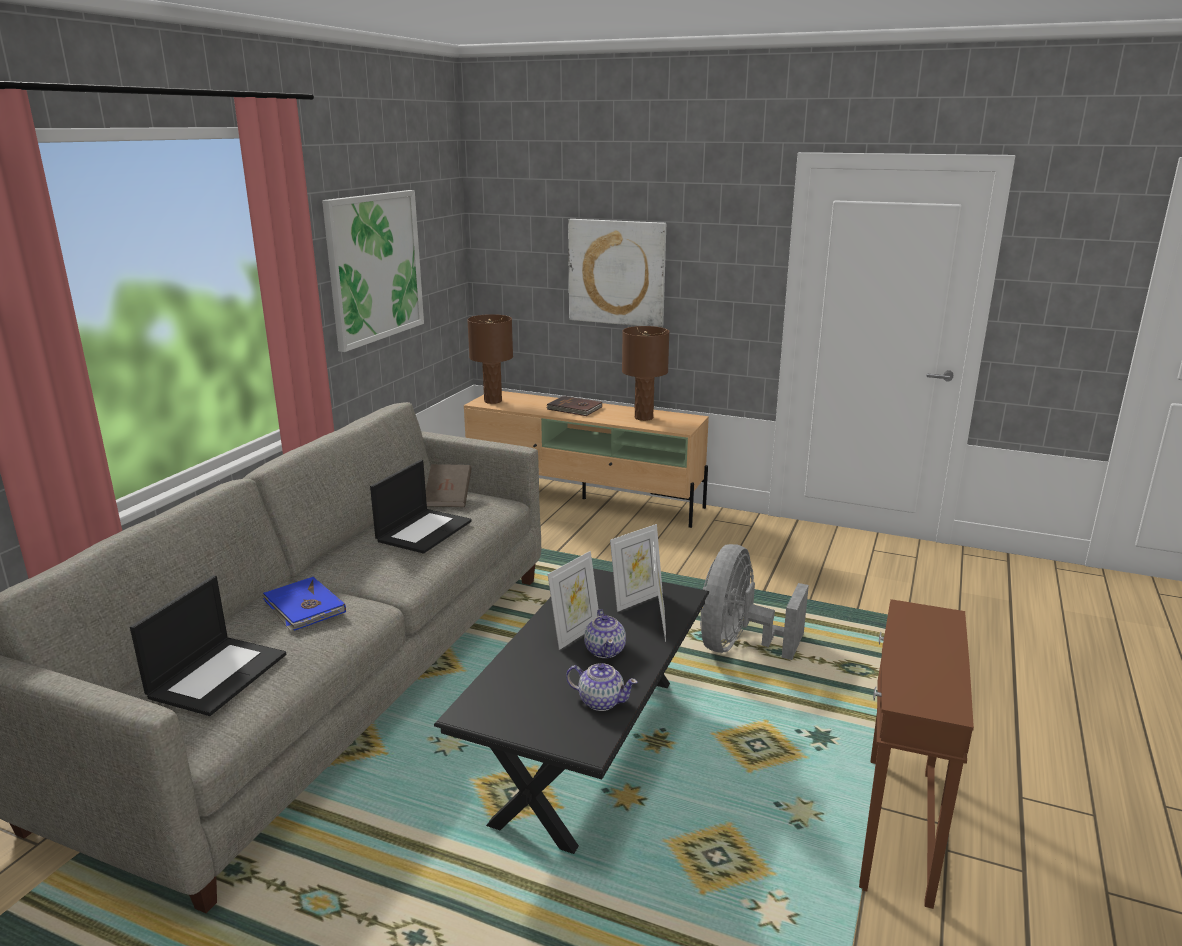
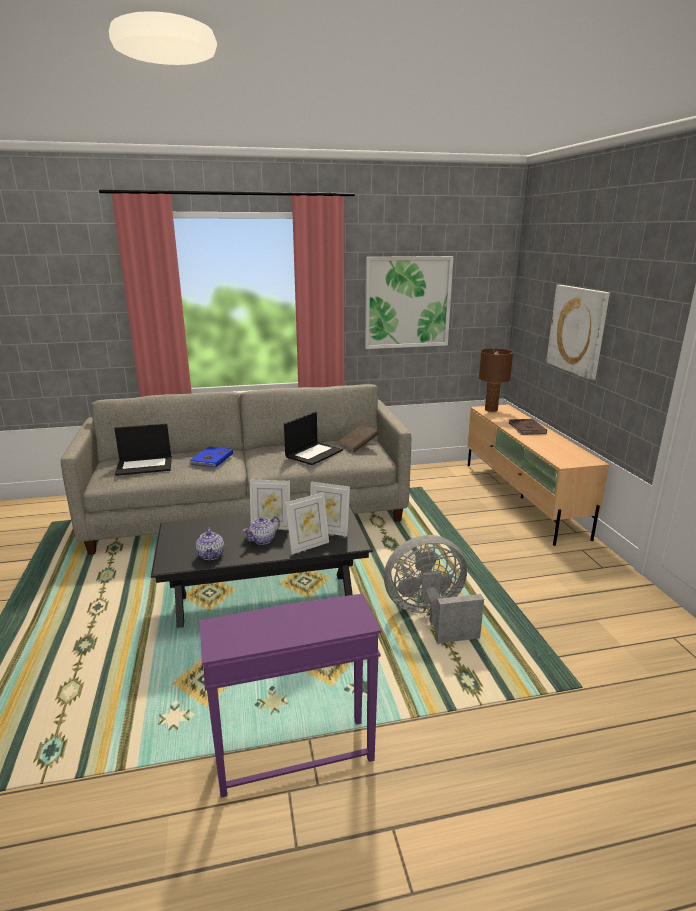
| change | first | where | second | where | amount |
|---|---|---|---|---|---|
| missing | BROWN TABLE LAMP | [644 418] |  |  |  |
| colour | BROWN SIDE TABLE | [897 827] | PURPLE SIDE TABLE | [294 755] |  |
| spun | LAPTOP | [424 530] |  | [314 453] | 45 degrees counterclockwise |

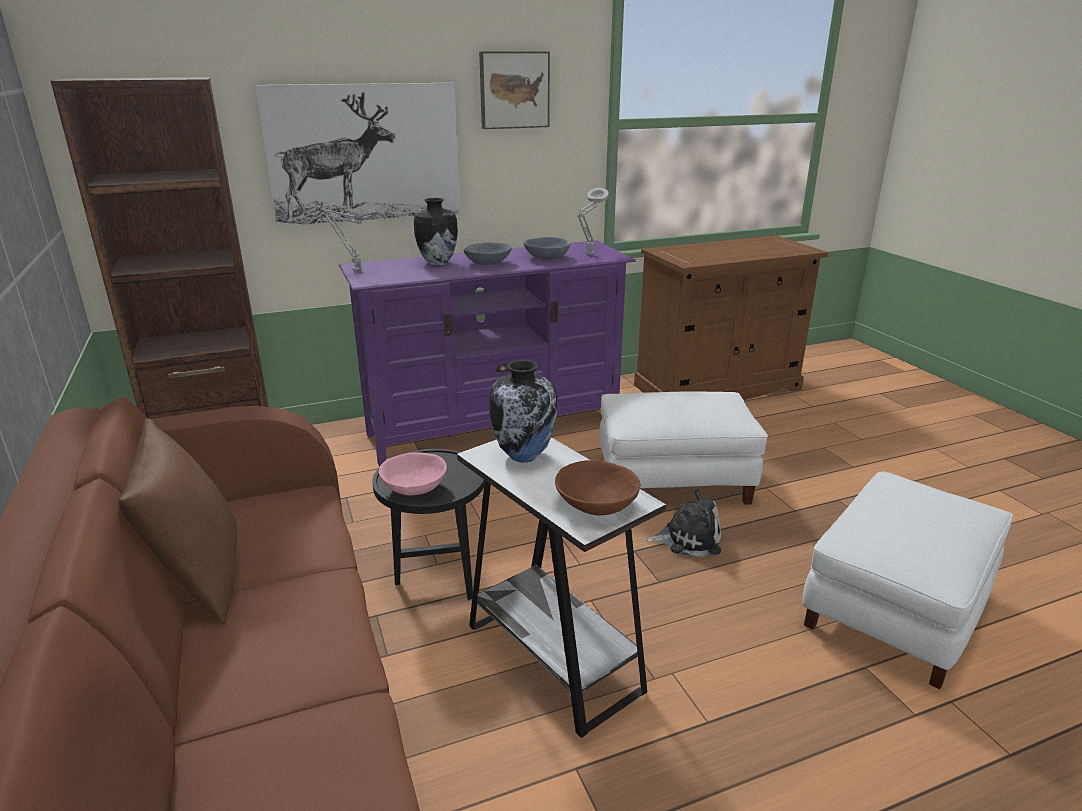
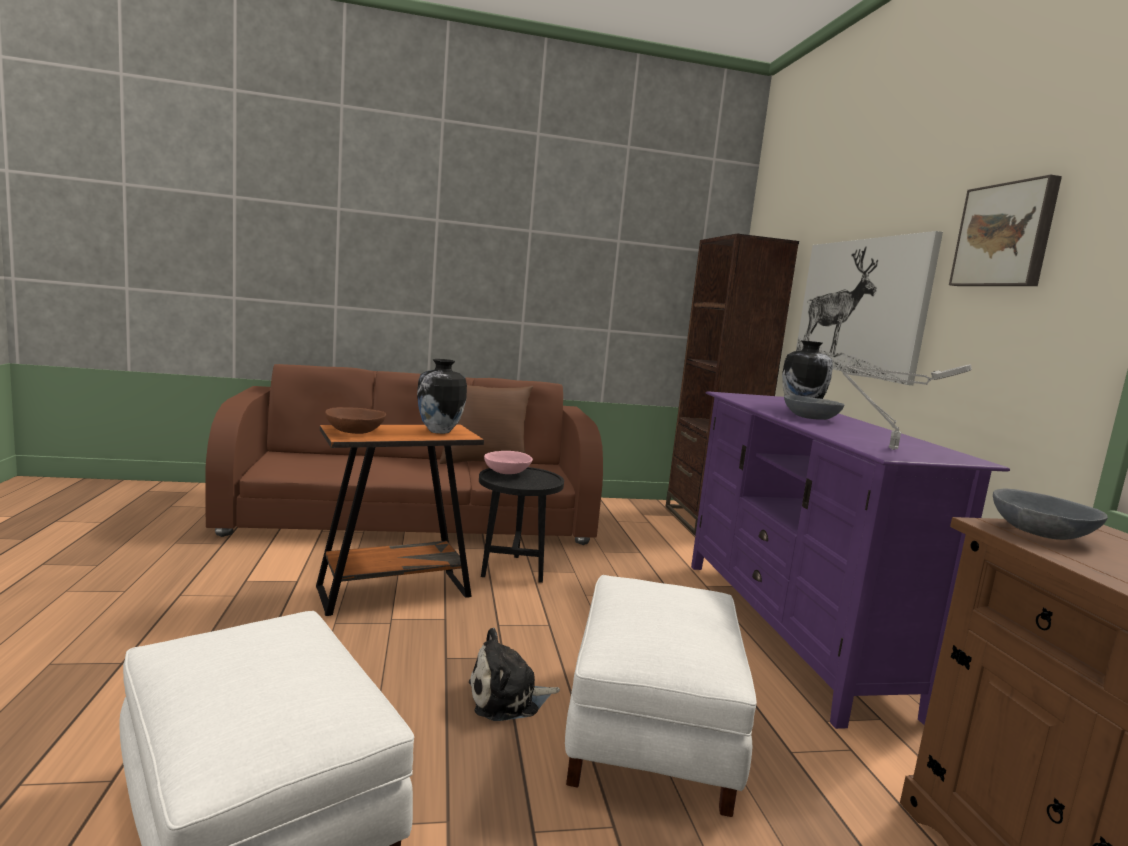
| change | first | where | second | where | amount |
|---|---|---|---|---|---|
| missing | GREY TABLE LAMP | [355 269] |  |  |  |
| relocated | GREY BOWL | [546 257] |  | [1041 533] |  |
| colour | WHITE SIDE TABLE | [553 657] | ORANGE SIDE TABLE | [394 592] |  |
| spun | PLUSH TOY | [688 538] |  | [508 698] | 60 degrees clockwise |

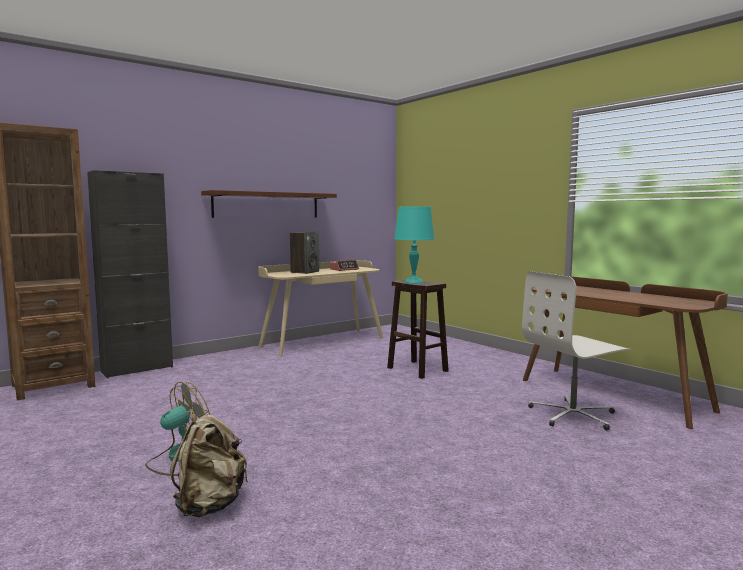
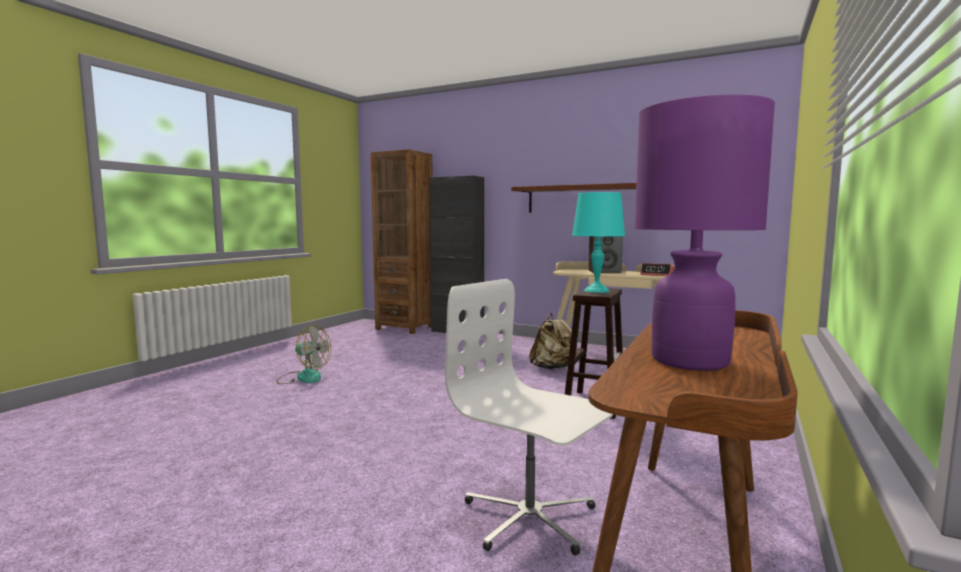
| change | first | where | second | where | amount |
|---|---|---|---|---|---|
| appeared |  |  | PURPLE TABLE LAMP | [690 361] |  |
| relocated | BEIGE BACKPACK | [210 505] |  | [553 368] |  |

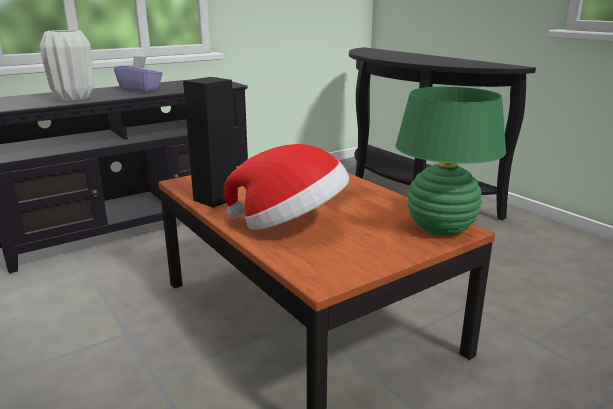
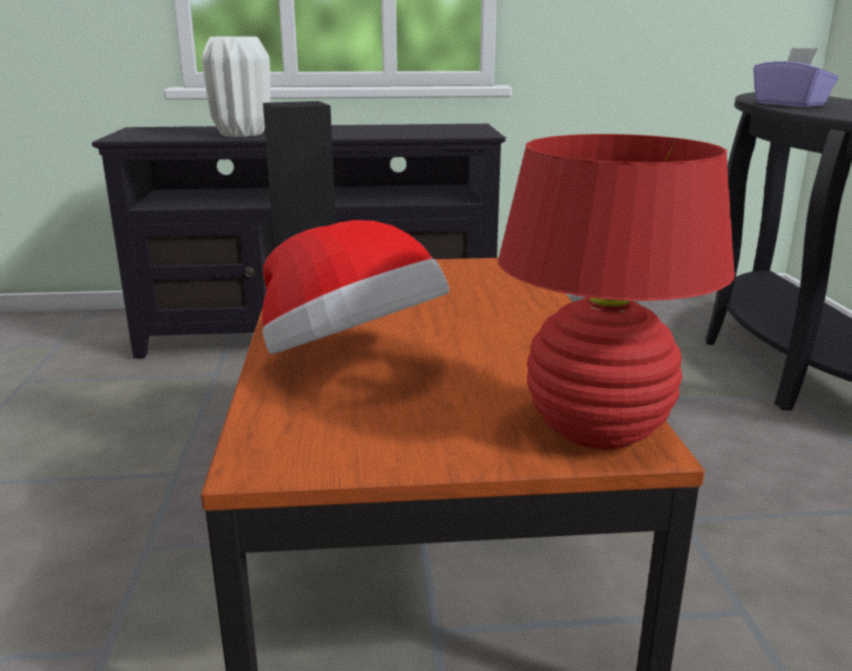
| change | first | where | second | where | amount |
|---|---|---|---|---|---|
| relocated | PURPLE TISSUE BOX | [140 89] |  | [790 104] |  |
| colour | GREEN TABLE LAMP | [440 228] | RED TABLE LAMP | [596 431] |  |

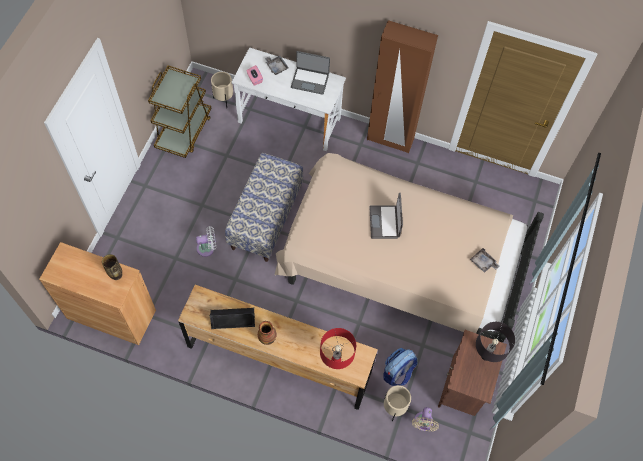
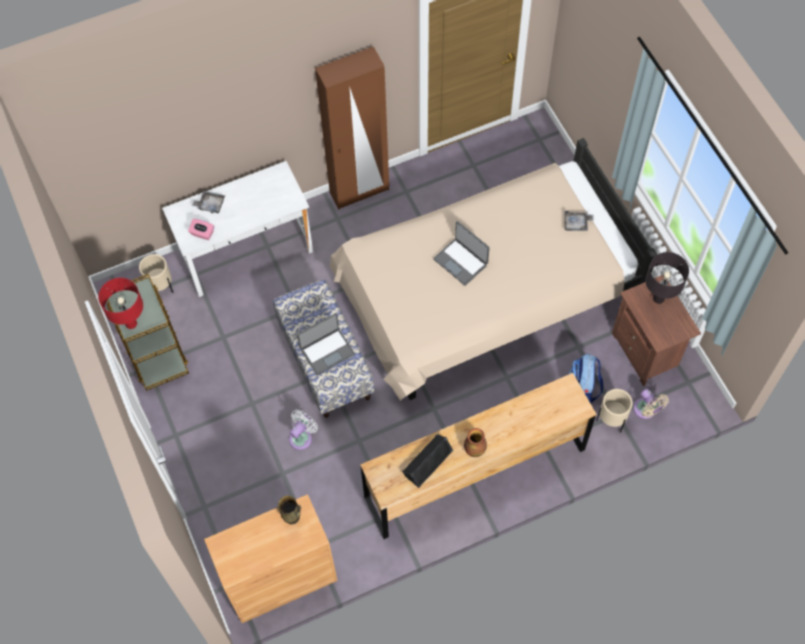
| change | first | where | second | where | amount |
|---|---|---|---|---|---|
| relocated | LAPTOP | [310 80] |  | [327 351] |  |
| relocated | RED TABLE LAMP | [335 362] |  | [131 324] |  |

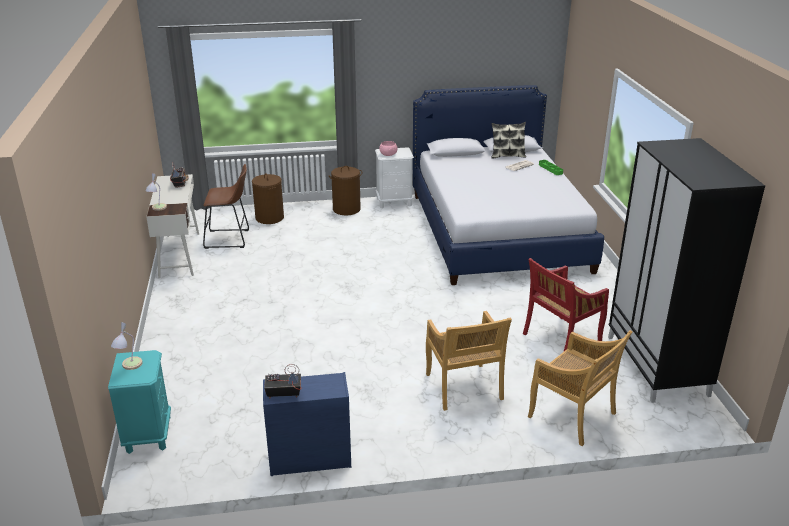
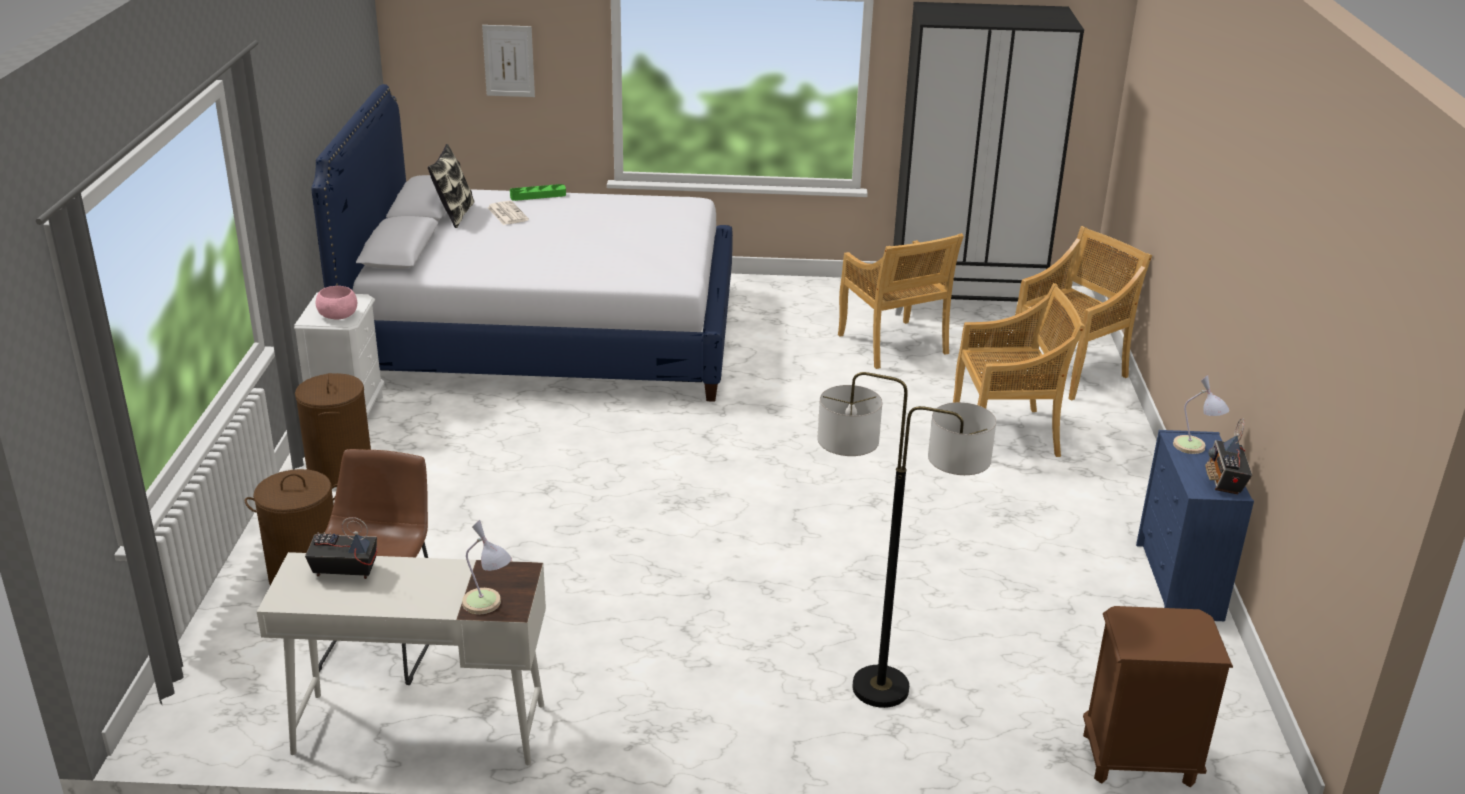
| change | first | where | second | where | amount |
|---|---|---|---|---|---|
| appeared |  |  | PICTURE | [508 61] |  |
| appeared |  |  | FLOOR LAMP | [880 688] |  |
| relocated | TABLE LAMP | [129 366] |  | [1196 448] |  |
| colour | TURQUOISE NIGHTSTAND | [148 434] | BROWN NIGHTSTAND | [1137 760] |  |
| colour | RED CHAIR | [561 338] | BEIGE CHAIR | [893 345] |  |

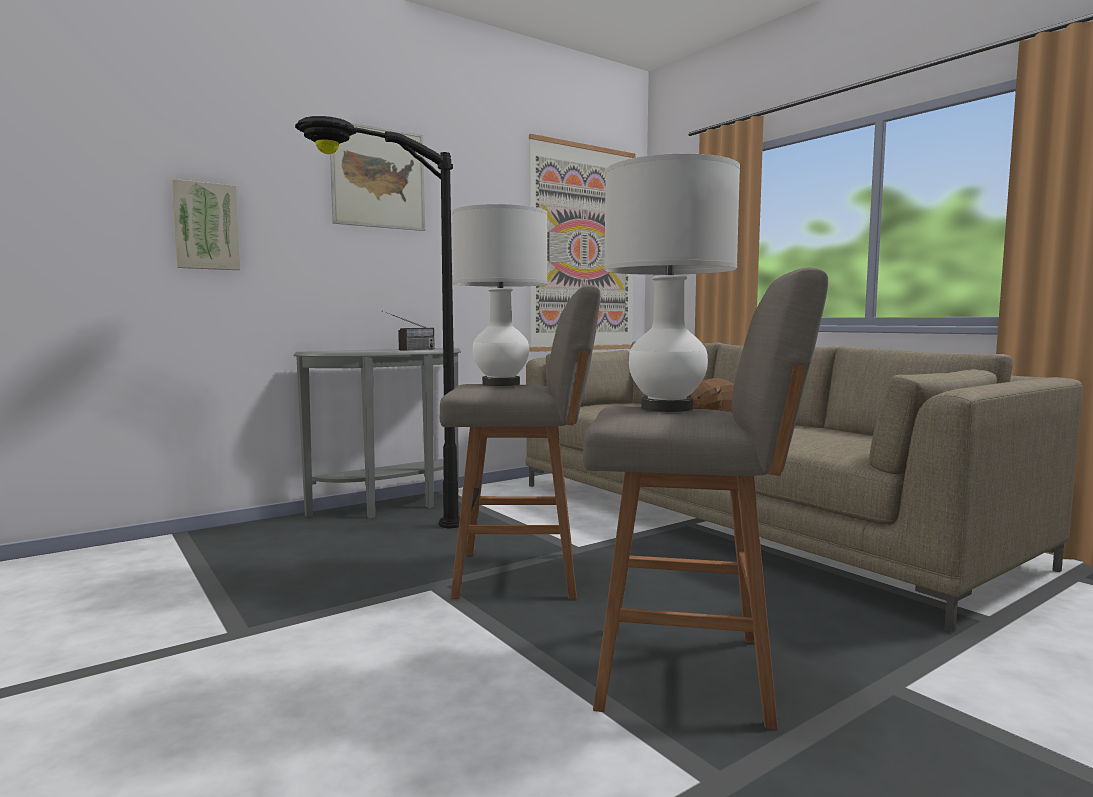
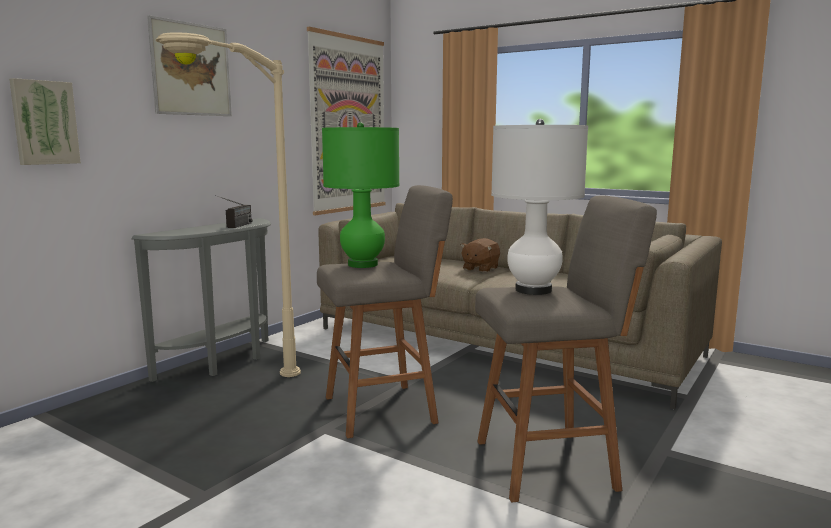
| change | first | where | second | where | amount |
|---|---|---|---|---|---|
| colour | BLACK FLOOR LAMP | [374 537] | BEIGE FLOOR LAMP | [234 394] |  |
| colour | WHITE TABLE LAMP | [501 384] | GREEN TABLE LAMP | [363 265] |  |

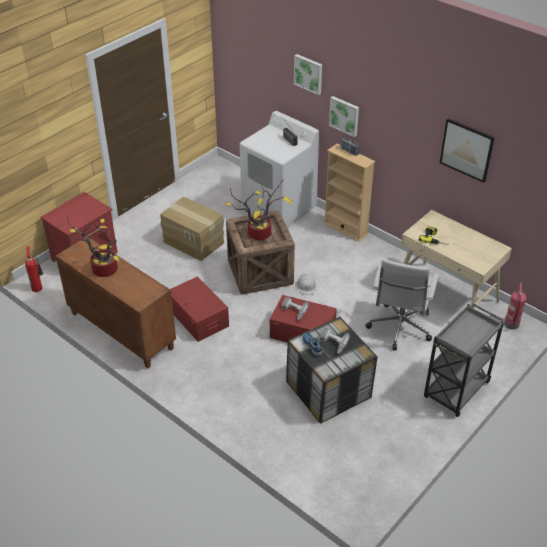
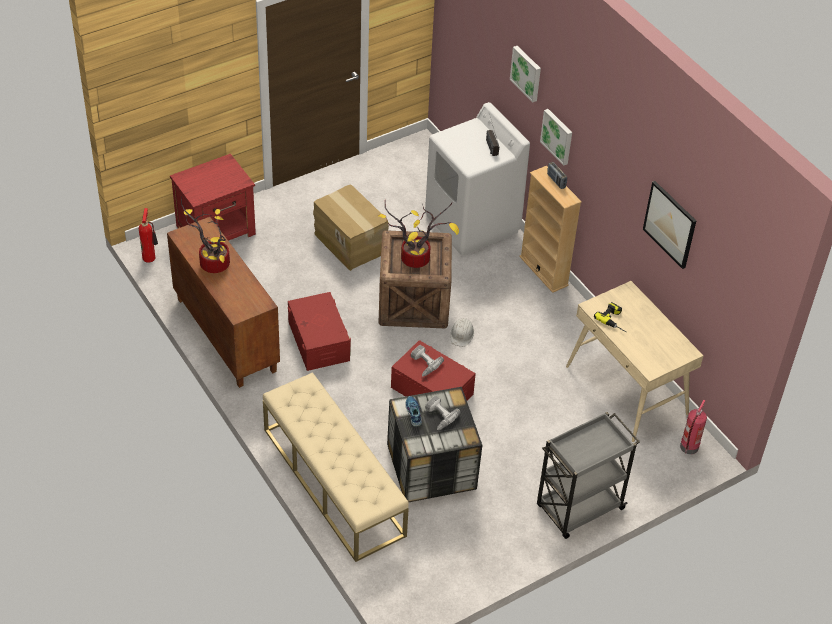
| change | first | where | second | where | amount |
|---|---|---|---|---|---|
| missing | WHITE OFFICE CHAIR | [399 329] |  |  |  |
| appeared |  |  | BEIGE BENCH | [333 481] |  |

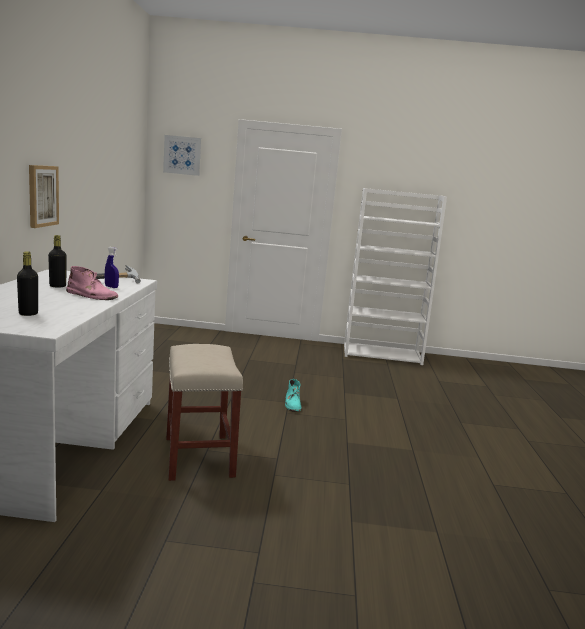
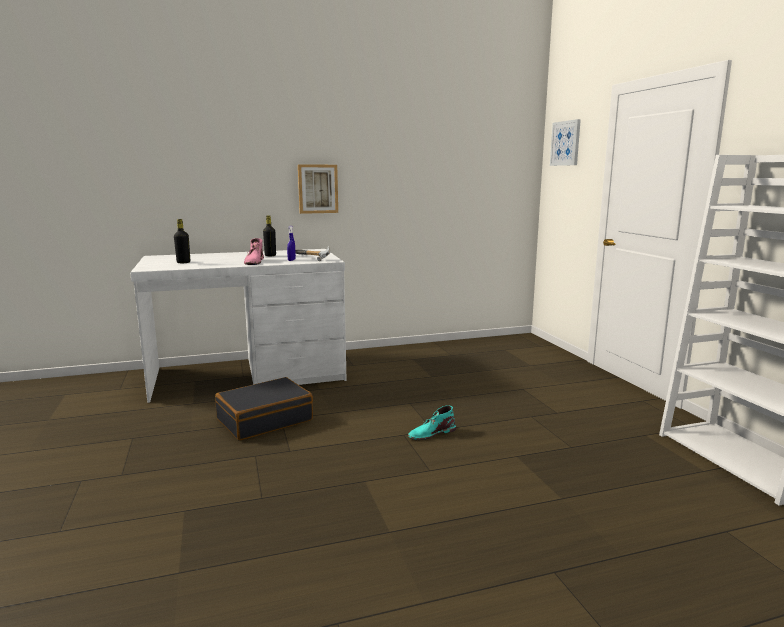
| change | first | where | second | where | amount |
|---|---|---|---|---|---|
| exchanged | BEIGE STOOL | [199 457] | BLACK SUITCASE | [264 419] |  |

